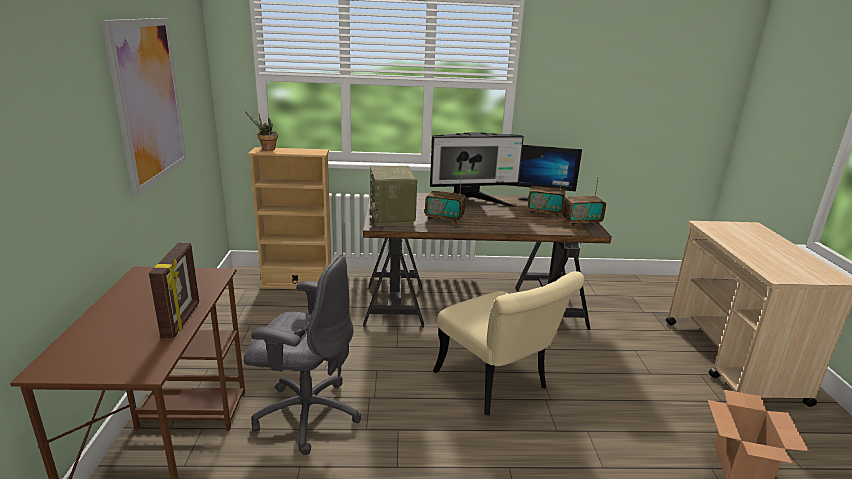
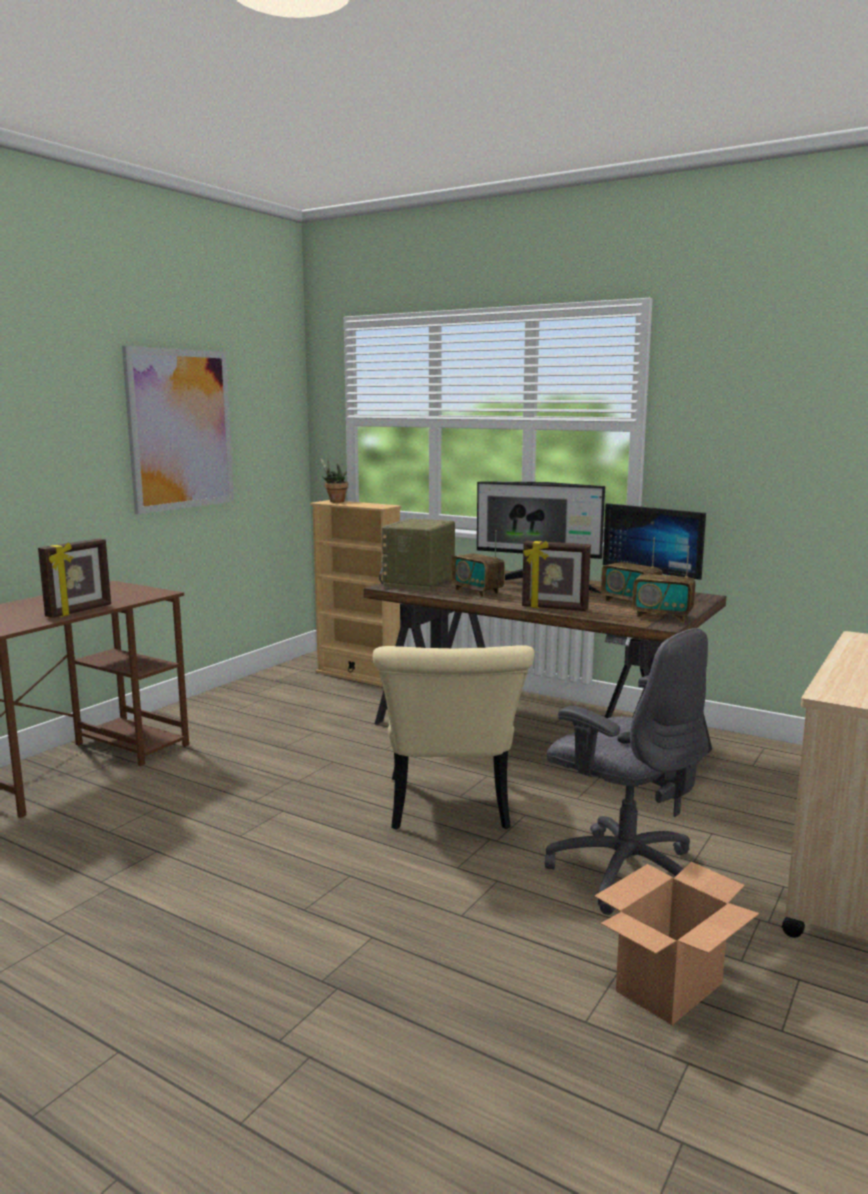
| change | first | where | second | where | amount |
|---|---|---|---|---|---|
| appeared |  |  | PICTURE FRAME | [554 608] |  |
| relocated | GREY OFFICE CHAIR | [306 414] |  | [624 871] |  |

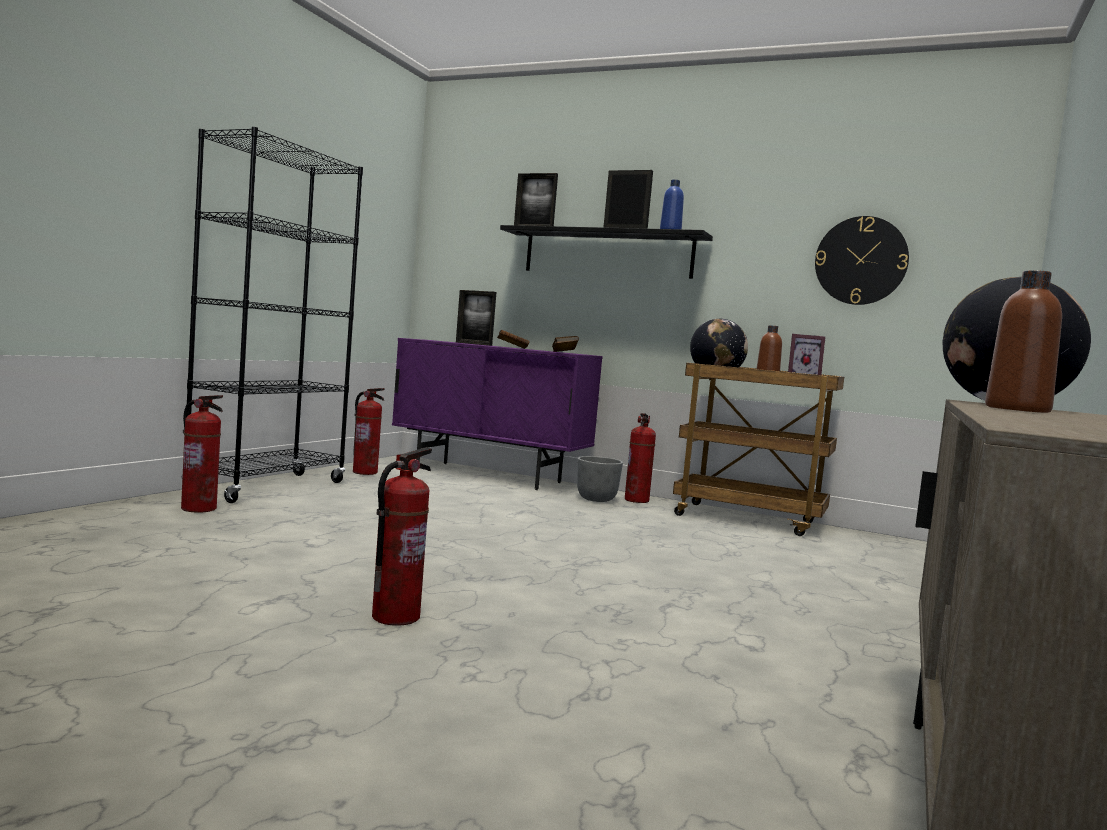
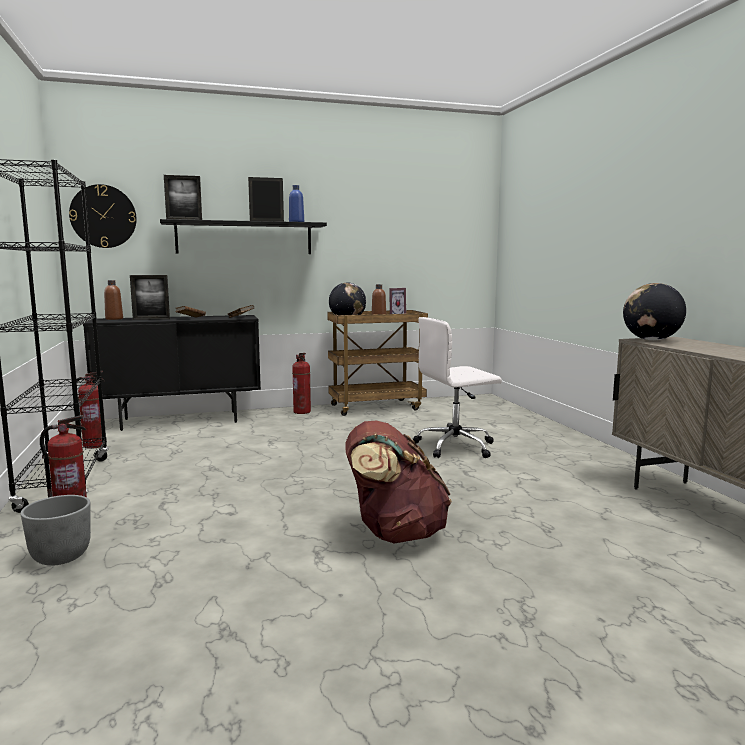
| change | first | where | second | where | amount |
|---|---|---|---|---|---|
| appeared |  |  | WHITE OFFICE CHAIR | [456 446] |  |
| relocated | GREY PLANTER | [596 499] |  | [60 558] |  |
| relocated | WALL CLOCK | [861 260] |  | [103 216] |  |
| relocated | BROWN BOTTLE | [1017 409] |  | [114 319] |  |
| exchanged | FIRE EXTINGUISHER | [395 617] | BROWN BACKPACK | [394 533] |  |
| colour | PURPLE CABINET | [488 476] | BLACK CABINET | [181 421] |  |

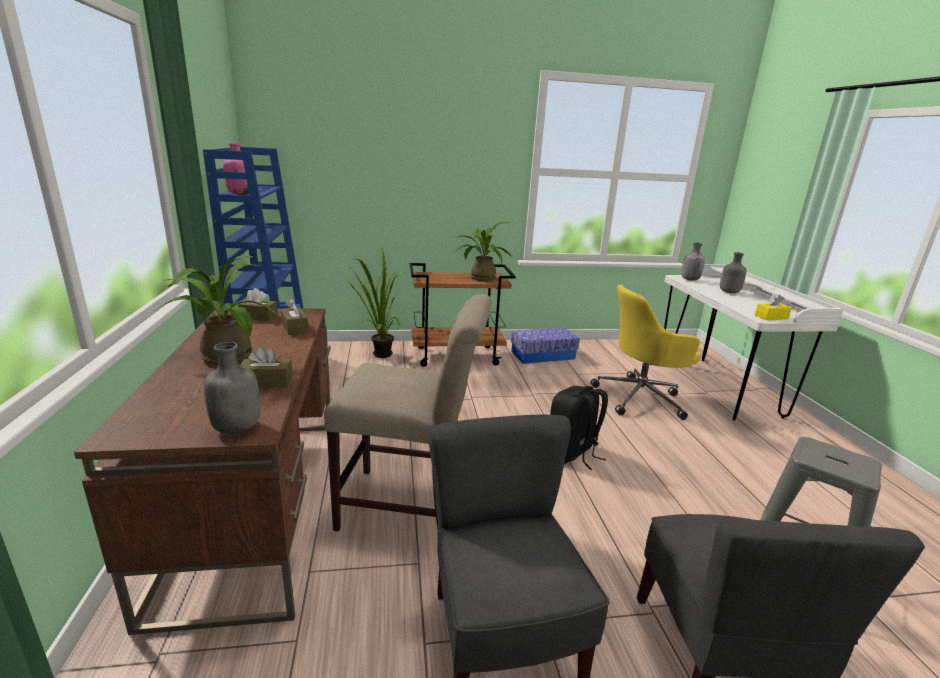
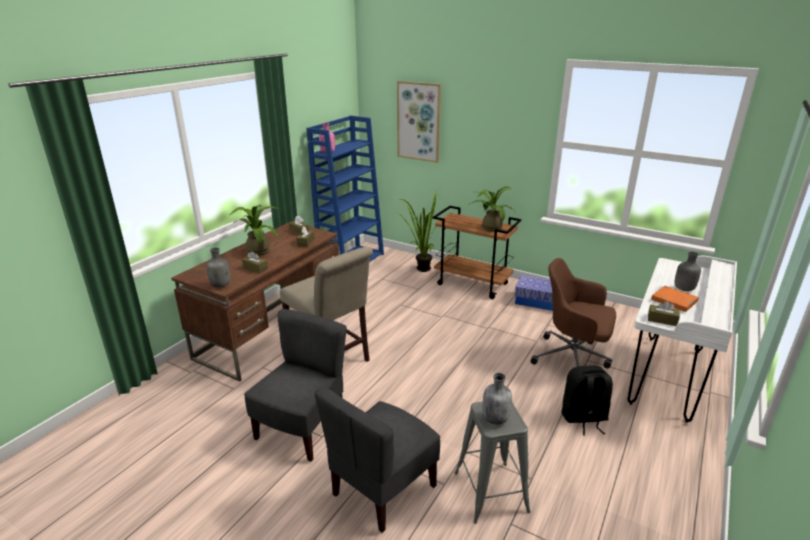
| change | first | where | second | where | amount |
|---|---|---|---|---|---|
| appeared |  |  | PICTURE | [419 121] |  |
| appeared |  |  | ORANGE BOOK | [673 301] |  |
| relocated | BLACK BACKPACK | [572 453] |  | [583 418] |  |
| relocated | GREY BOTTLE | [689 279] |  | [495 418] |  |
| colour | YELLOW OFFICE CHAIR | [641 398] | BROWN OFFICE CHAIR | [572 359] |  |
| colour | YELLOW TISSUE BOX | [771 317] | BROWN TISSUE BOX | [662 320] |  |

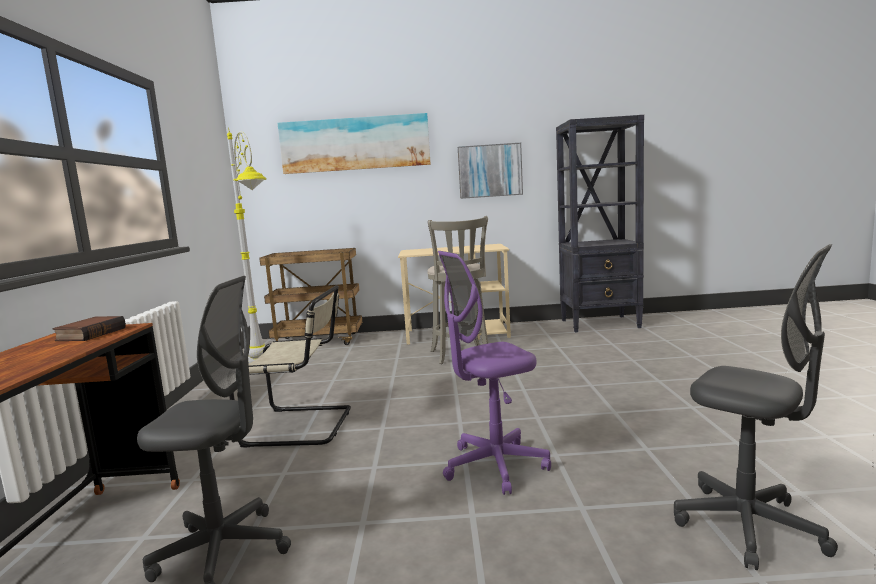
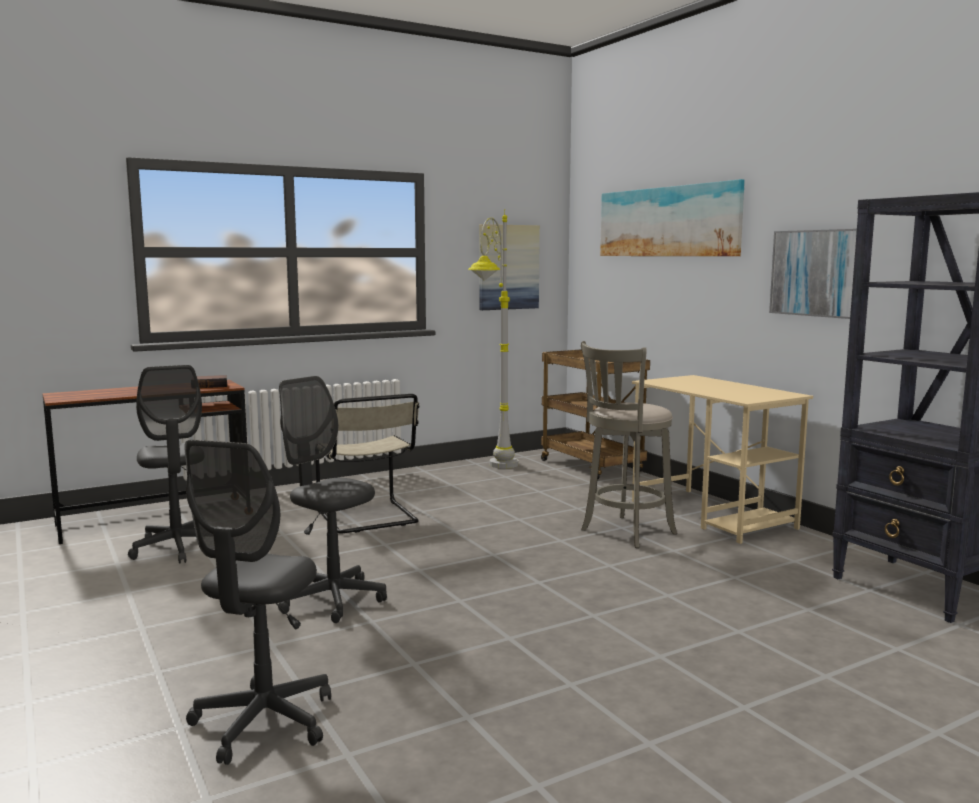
| change | first | where | second | where | amount |
|---|---|---|---|---|---|
| appeared |  |  | PICTURE | [508 267] |  |
| colour | PURPLE OFFICE CHAIR | [495 466] | GREY OFFICE CHAIR | [332 600] |  |

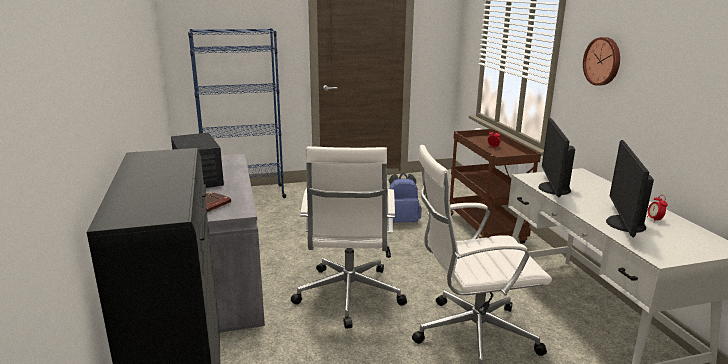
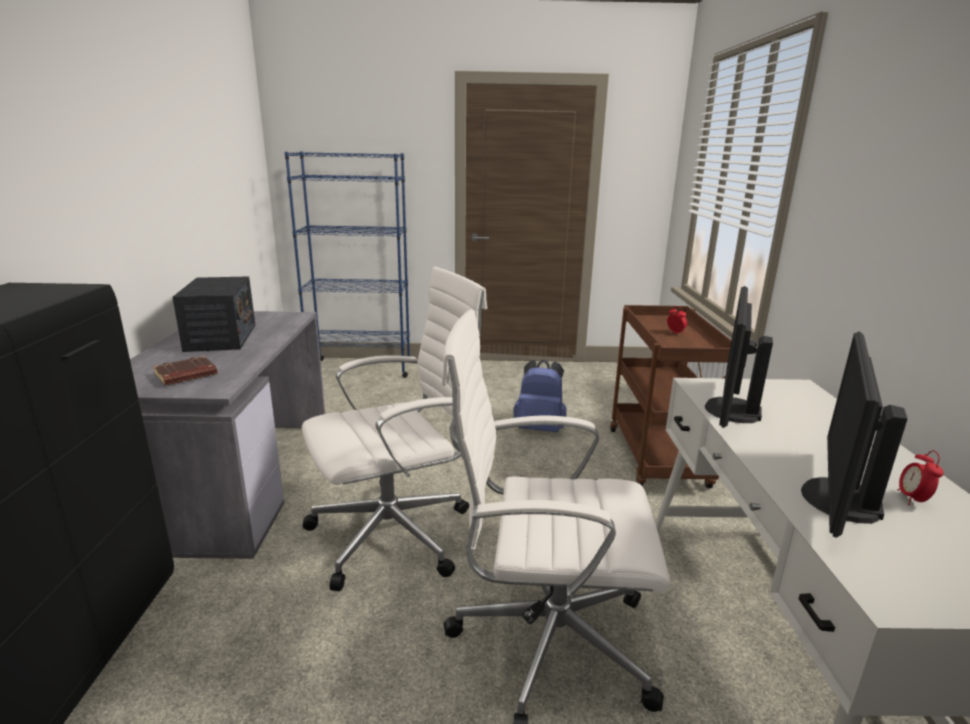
| change | first | where | second | where | amount |
|---|---|---|---|---|---|
| missing | WALL CLOCK | [603 61] |  |  |  |
| spun | WHITE OFFICE CHAIR | [348 296] |  | [396 533] | 135 degrees counterclockwise |

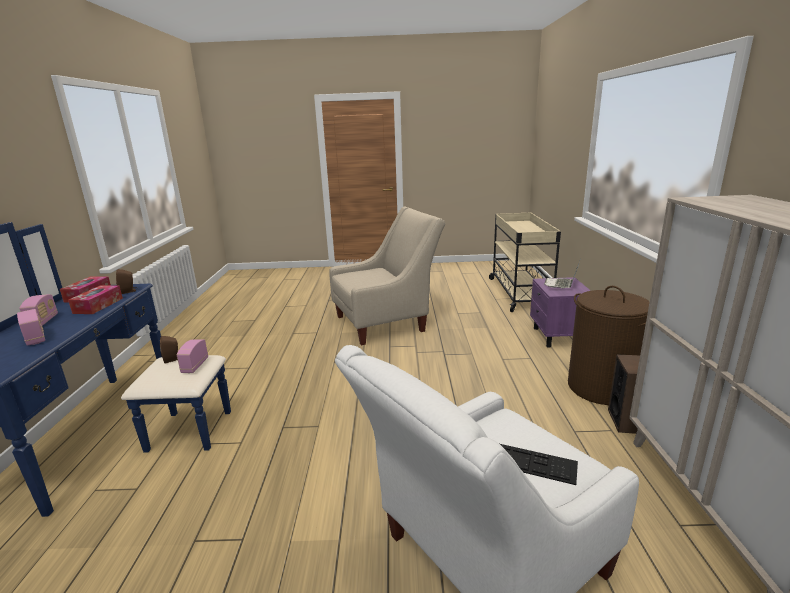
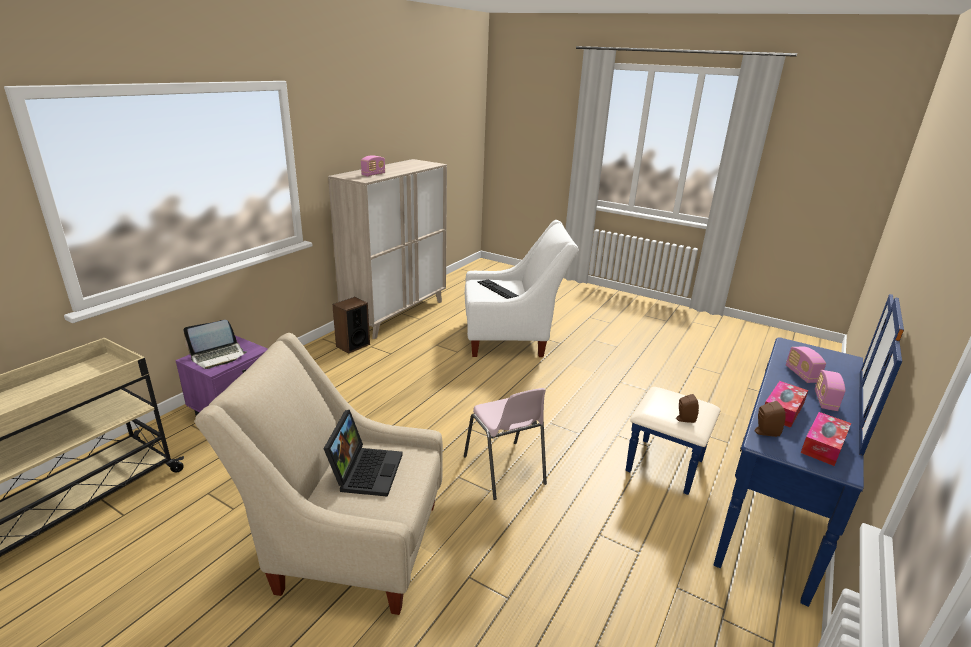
| change | first | where | second | where | amount |
|---|---|---|---|---|---|
| missing | BROWN LAUNDRY BASKET | [601 388] |  |  |  |
| appeared |  |  | LAPTOP | [365 470] |  |
| appeared |  |  | PINK CHAIR | [504 470] |  |
| relocated | RADIO | [195 366] |  | [373 174] |  |

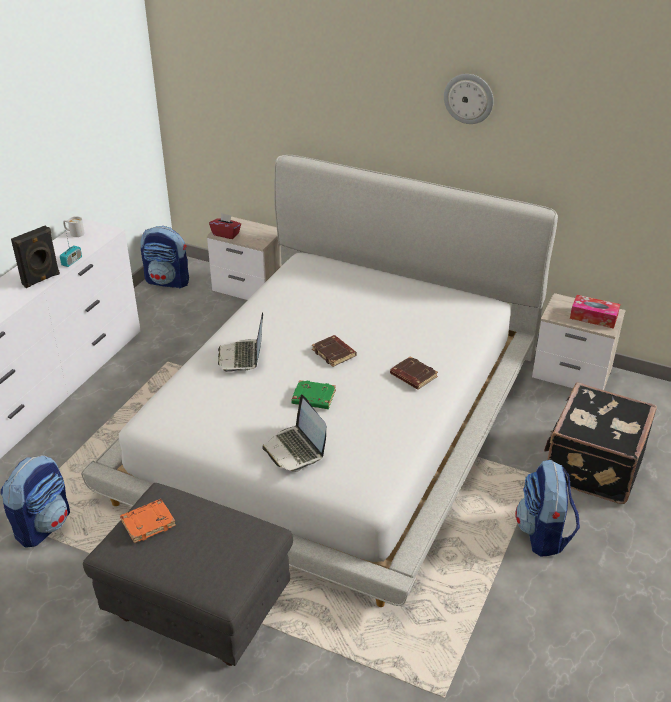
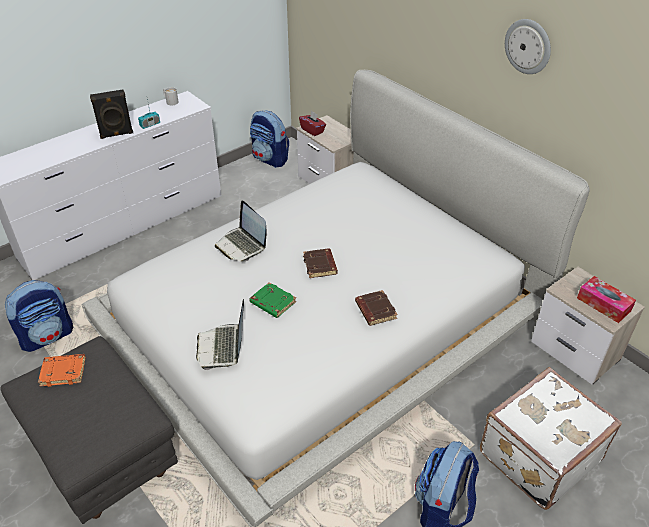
| change | first | where | second | where | amount |
|---|---|---|---|---|---|
| colour | BLACK SUITCASE | [592 465] | WHITE SUITCASE | [537 455] |  |
| spun | LAPTOP | [242 357] |  | [242 245] | 60 degrees counterclockwise |

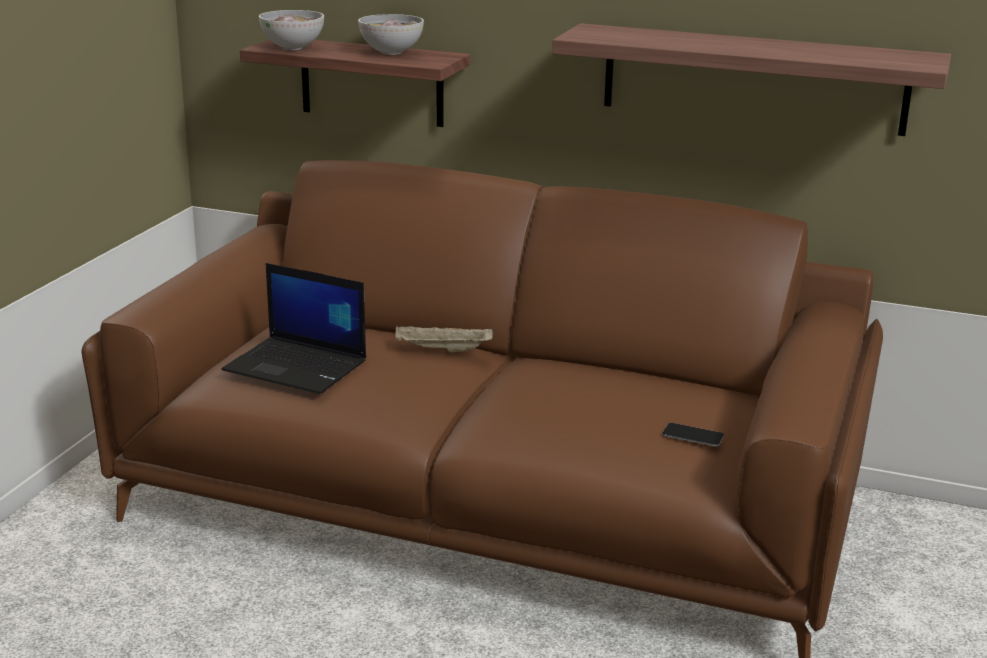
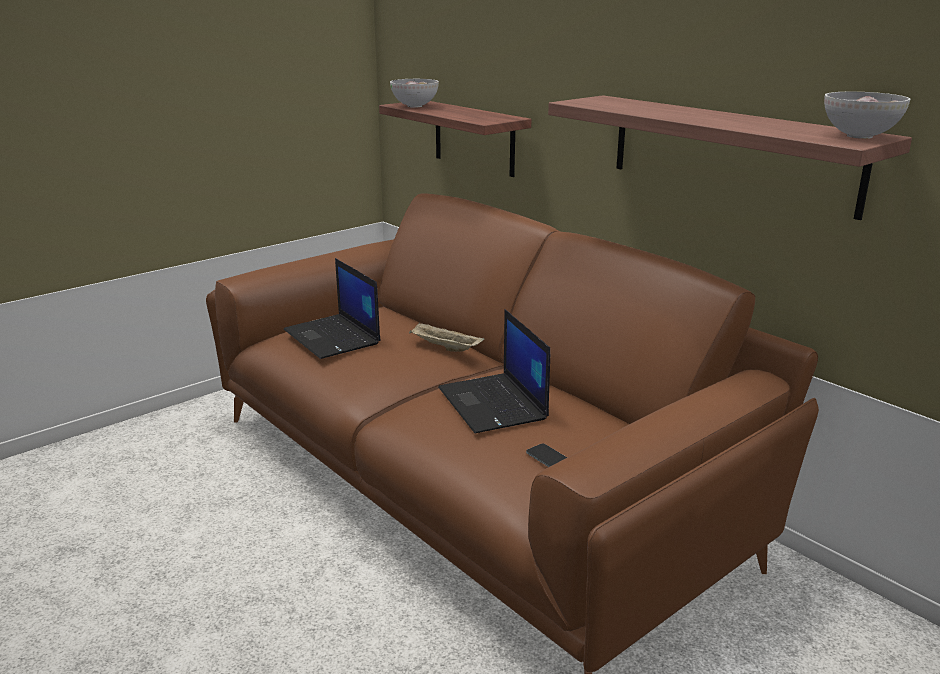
| change | first | where | second | where | amount |
|---|---|---|---|---|---|
| appeared |  |  | LAPTOP | [494 404] |  |
| relocated | BOWL | [391 53] |  | [859 136] |  |

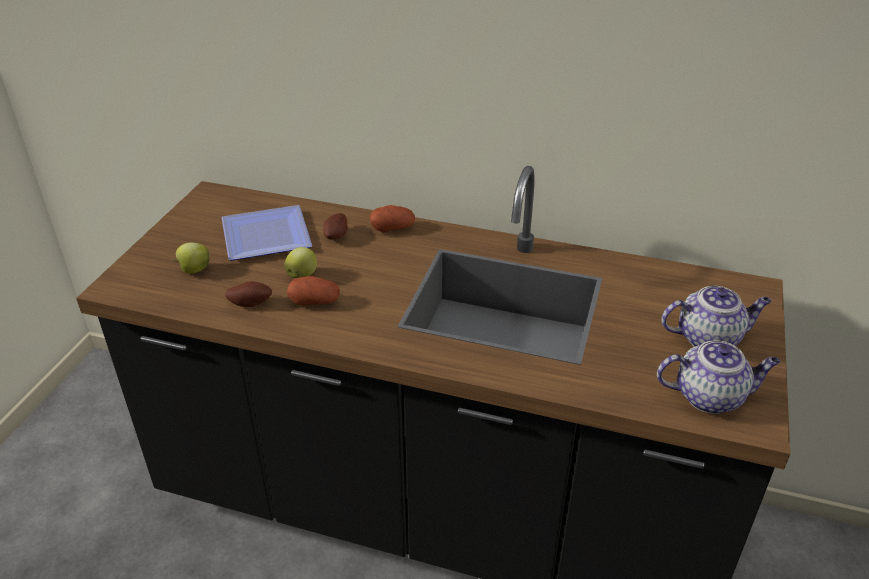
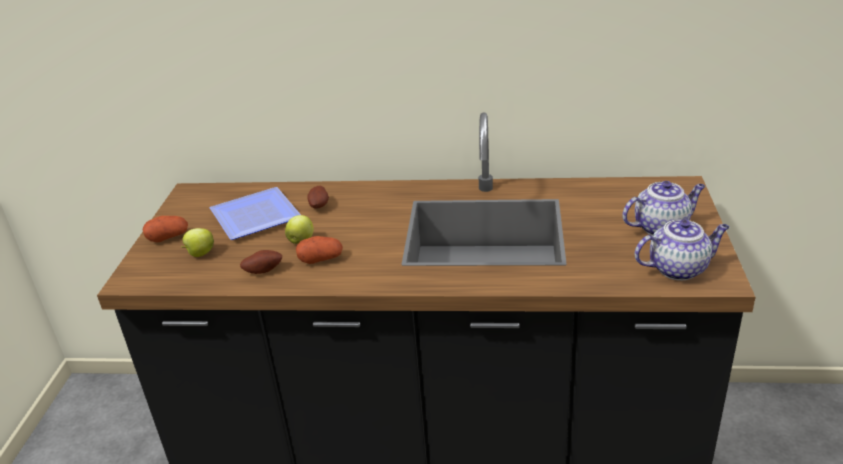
| change | first | where | second | where | amount |
|---|---|---|---|---|---|
| relocated | POTATO | [393 228] |  | [168 237] |  |

